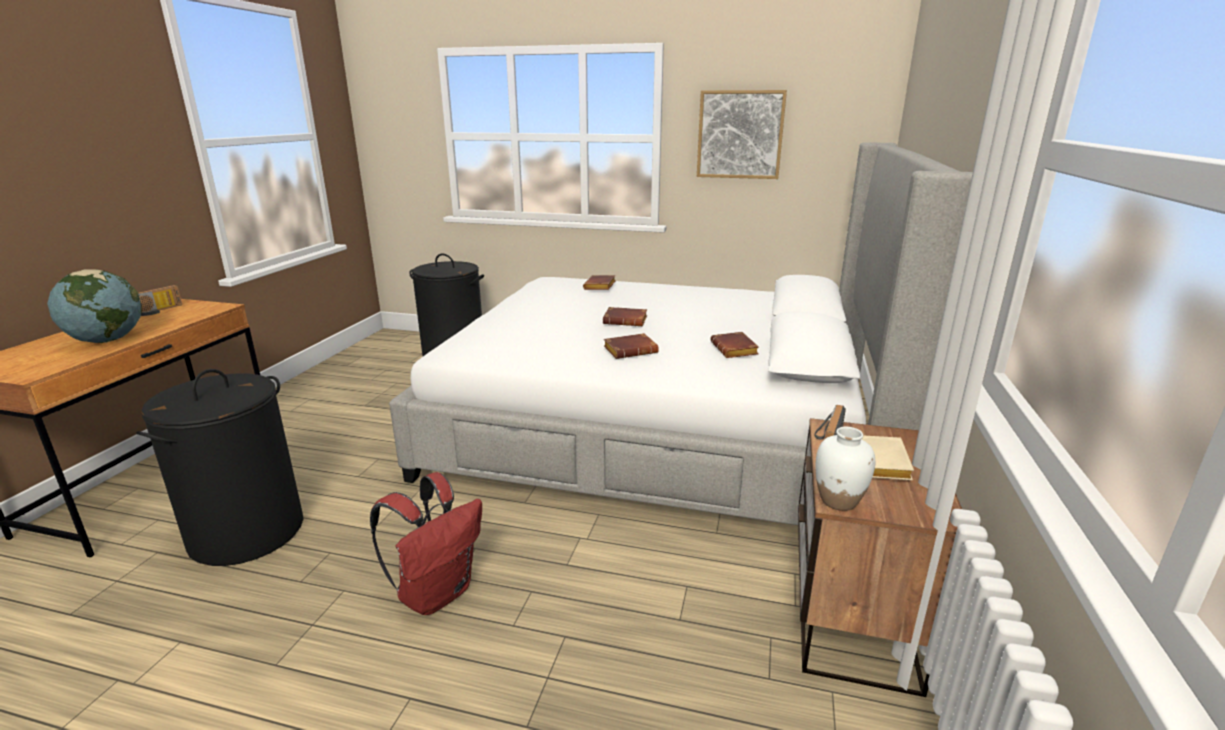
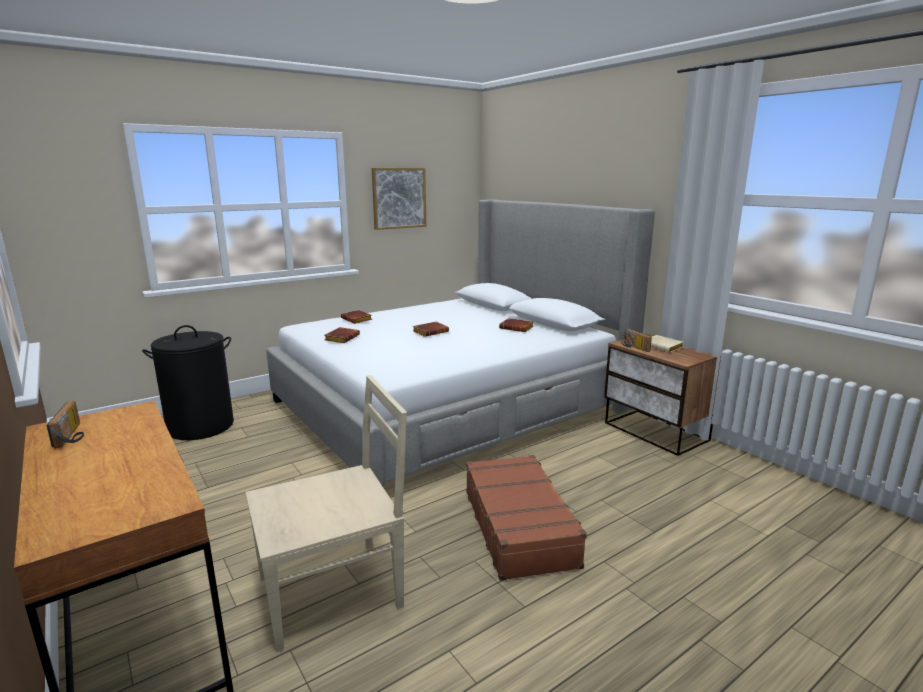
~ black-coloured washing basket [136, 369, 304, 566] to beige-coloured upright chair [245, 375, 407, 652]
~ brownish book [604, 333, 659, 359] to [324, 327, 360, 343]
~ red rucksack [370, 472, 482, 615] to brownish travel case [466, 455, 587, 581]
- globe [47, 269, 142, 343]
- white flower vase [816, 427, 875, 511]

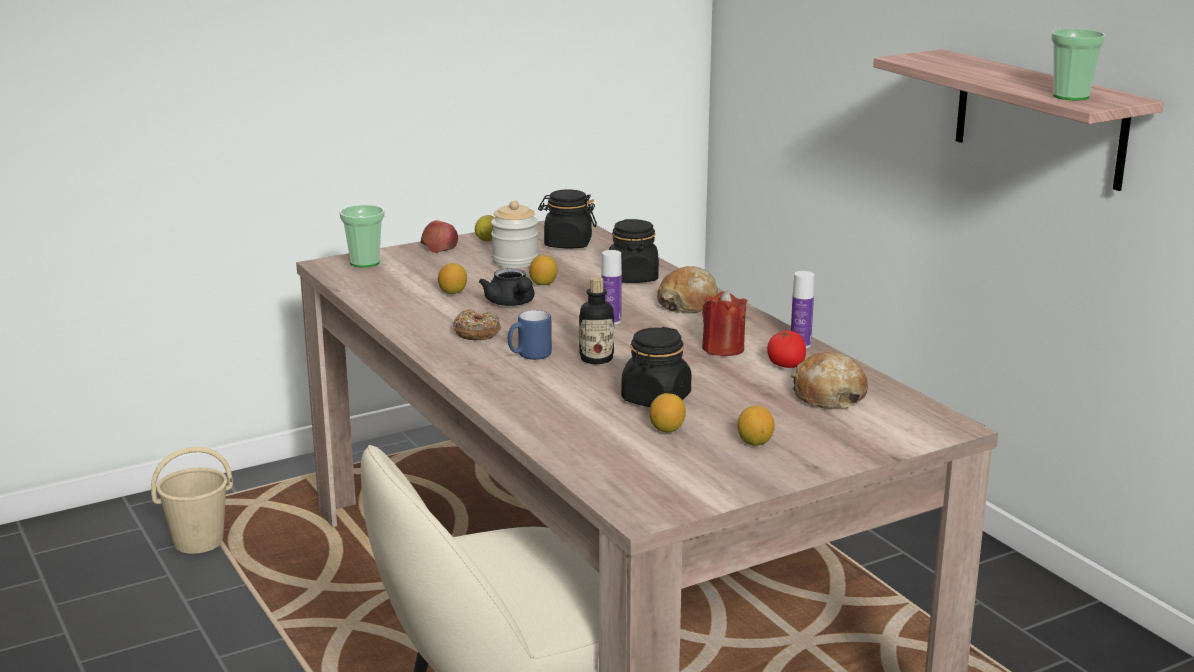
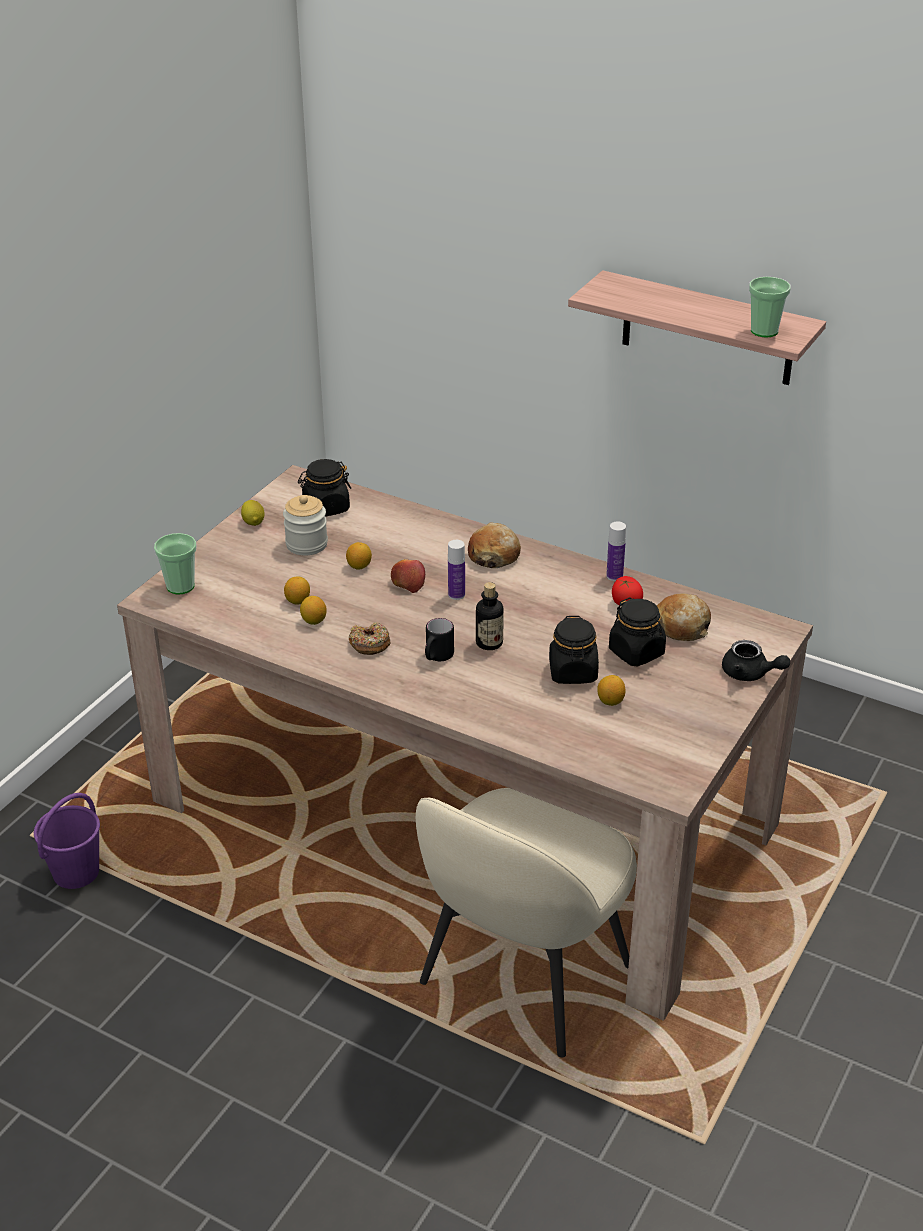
~ beige-coloured pail [151, 447, 233, 554] to purple-coloured pail [34, 793, 100, 889]
~ citrus fruit [737, 406, 774, 446] to [300, 596, 327, 625]
~ whole apple [421, 220, 458, 253] to [391, 559, 425, 593]
~ bluish mug [508, 310, 552, 360] to black-coloured mug [425, 618, 454, 661]
~ black-coloured preserve jar [609, 219, 659, 283] to [609, 597, 666, 667]
~ black-coloured pot for tea [479, 268, 534, 306] to [722, 640, 790, 681]
- red candle [702, 290, 747, 356]

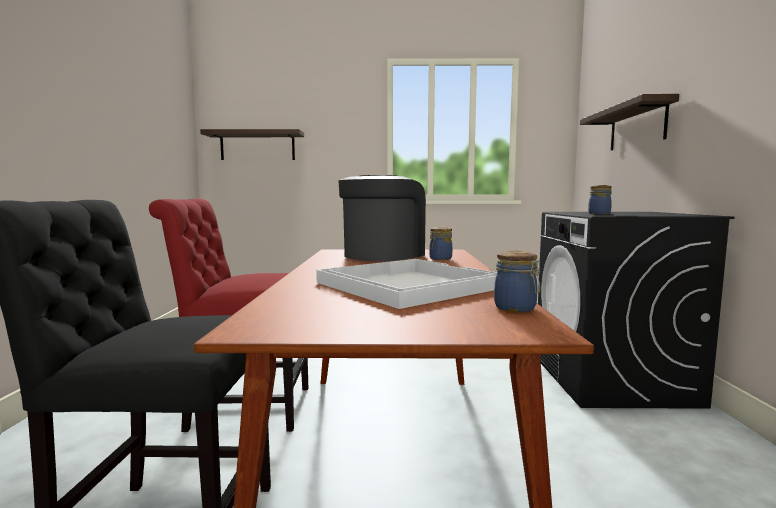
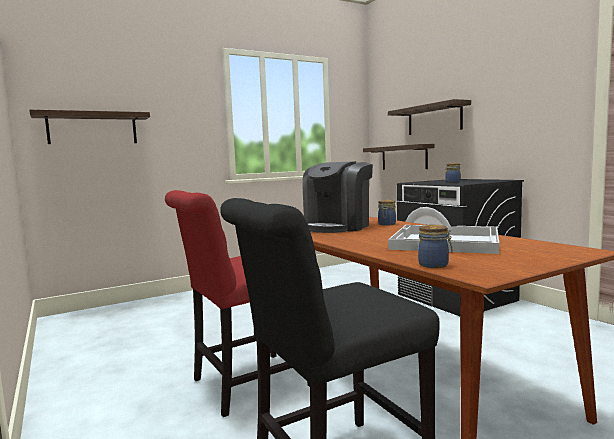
~ coffee maker [338, 175, 426, 261] = [302, 161, 373, 233] 150 degrees counterclockwise
+ shelf [363, 144, 434, 170]
~ preserve jar [494, 251, 540, 312] to [418, 224, 452, 268]

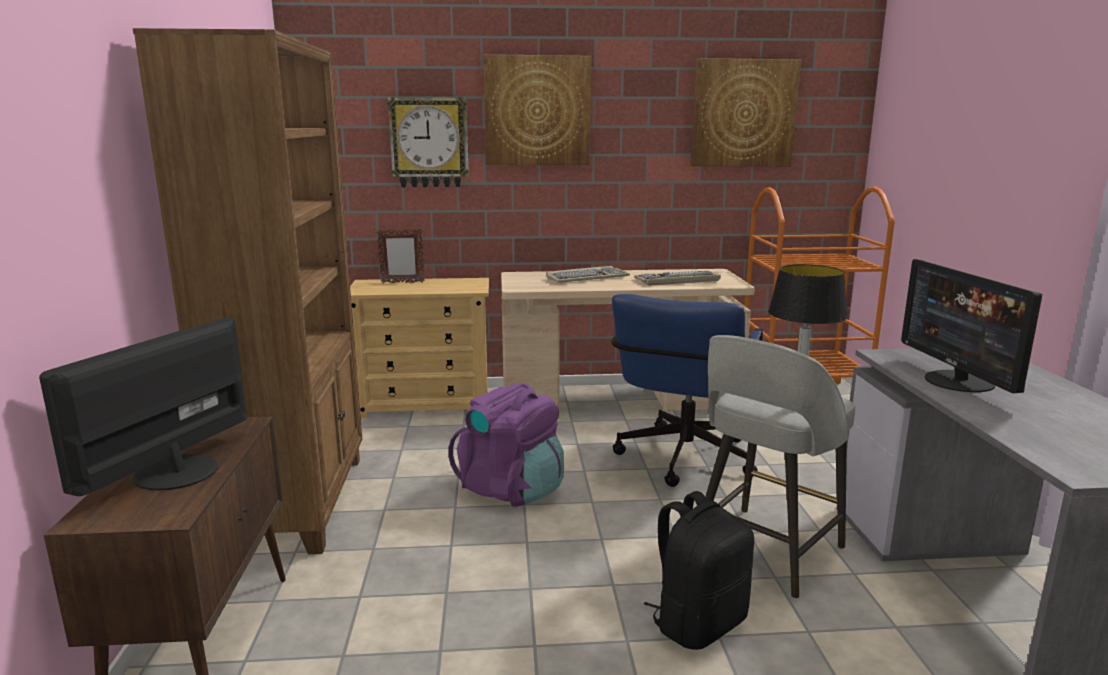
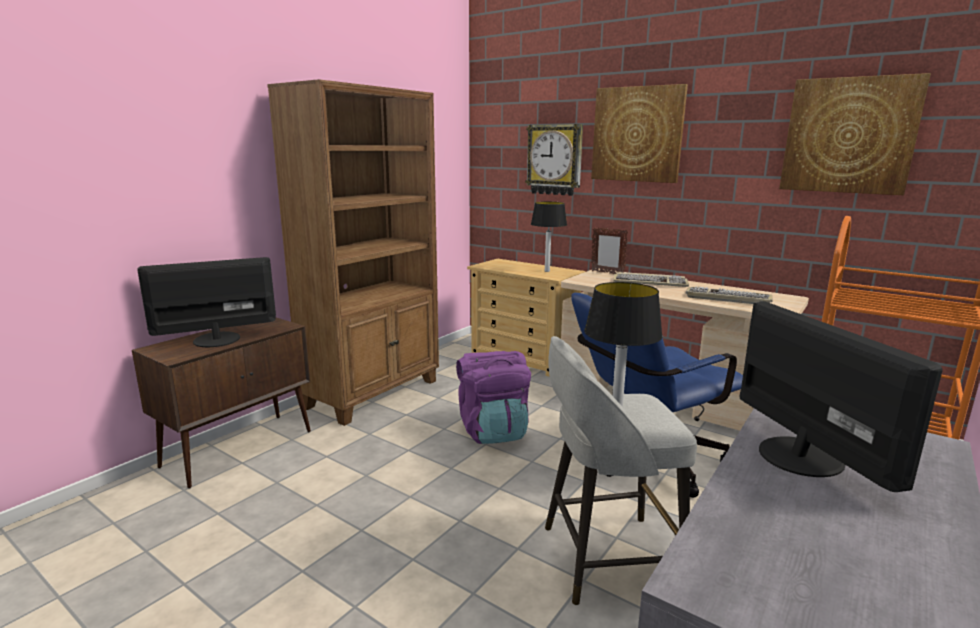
+ table lamp [531, 201, 567, 272]
~ photo frame [376, 228, 425, 283] to [591, 227, 628, 274]
~ computer display [901, 259, 1042, 393] = [740, 301, 943, 492] 135 degrees clockwise
- black-coloured rucksack [644, 491, 754, 650]

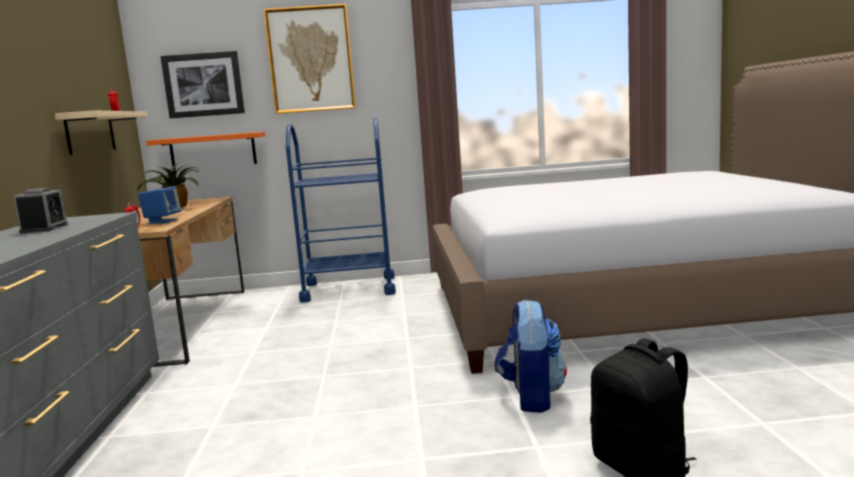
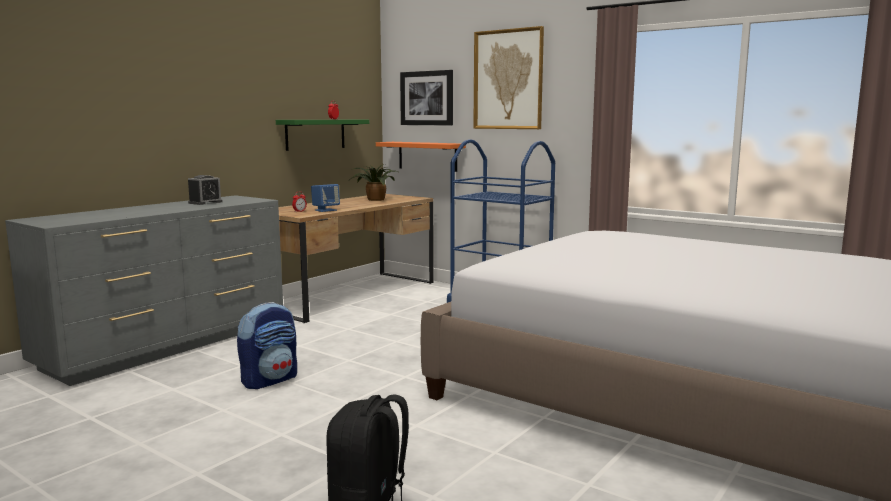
~ rucksack [495, 299, 567, 413] to [237, 302, 297, 389]
~ beige-coloured shelf [55, 110, 148, 155] to green-coloured shelf [276, 120, 369, 151]

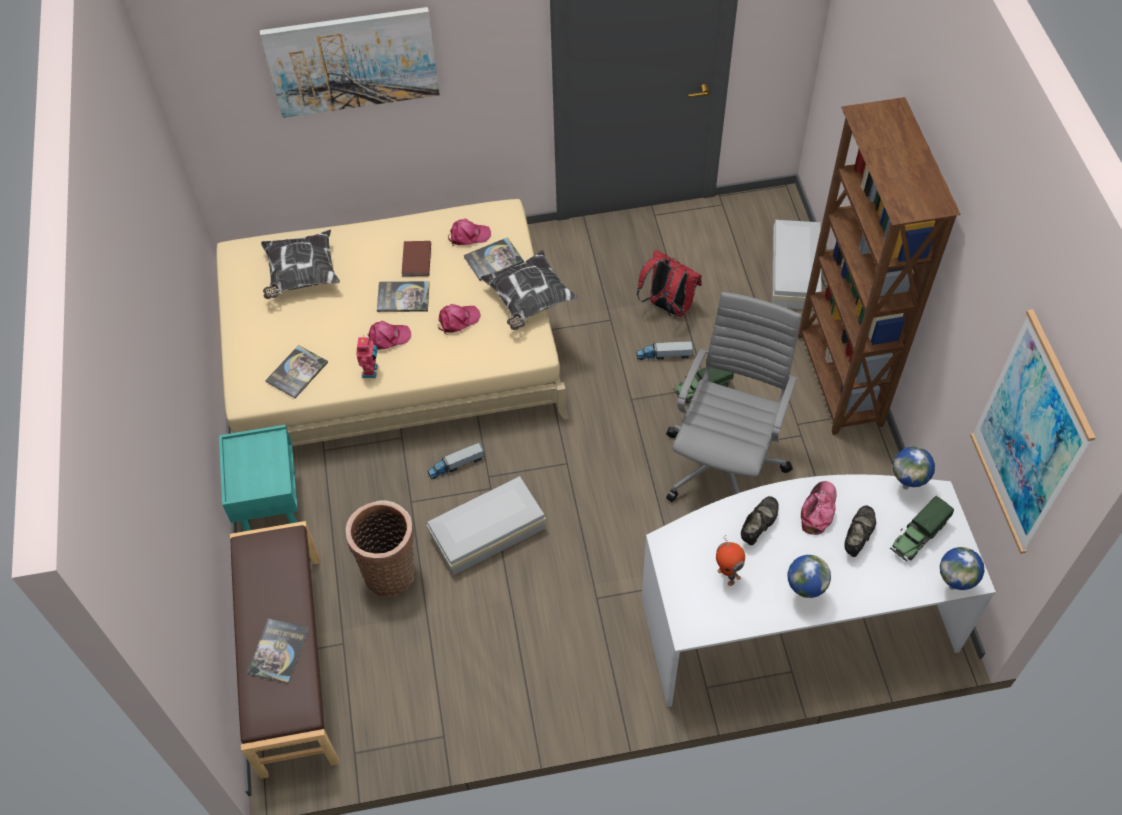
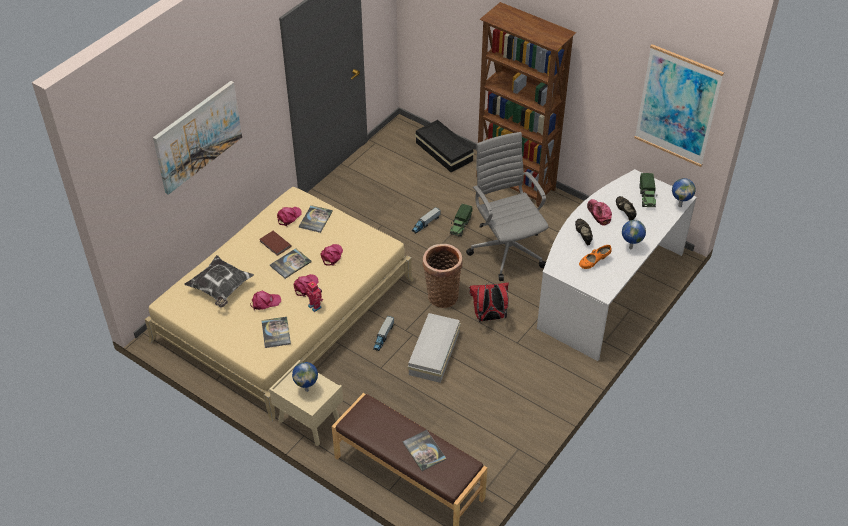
+ pink baseball cap [251, 290, 281, 311]
~ turquoise night table [219, 425, 298, 532] to beige-coloured night table [269, 360, 343, 446]
~ globe [893, 446, 935, 490] to [292, 362, 318, 392]
~ white storage bin [772, 220, 822, 310] to black-coloured storage bin [415, 120, 474, 172]
~ basket [346, 500, 414, 597] to [423, 244, 463, 308]
~ red rucksack [637, 250, 702, 317] to [469, 282, 509, 322]
~ model robot [716, 535, 745, 586] to orangey item of footwear [579, 245, 612, 269]
- cushion [480, 250, 578, 330]

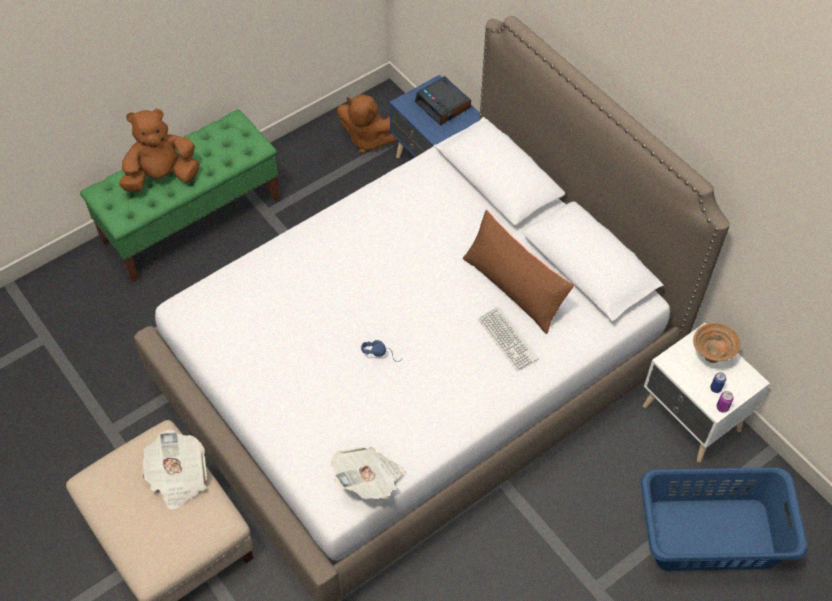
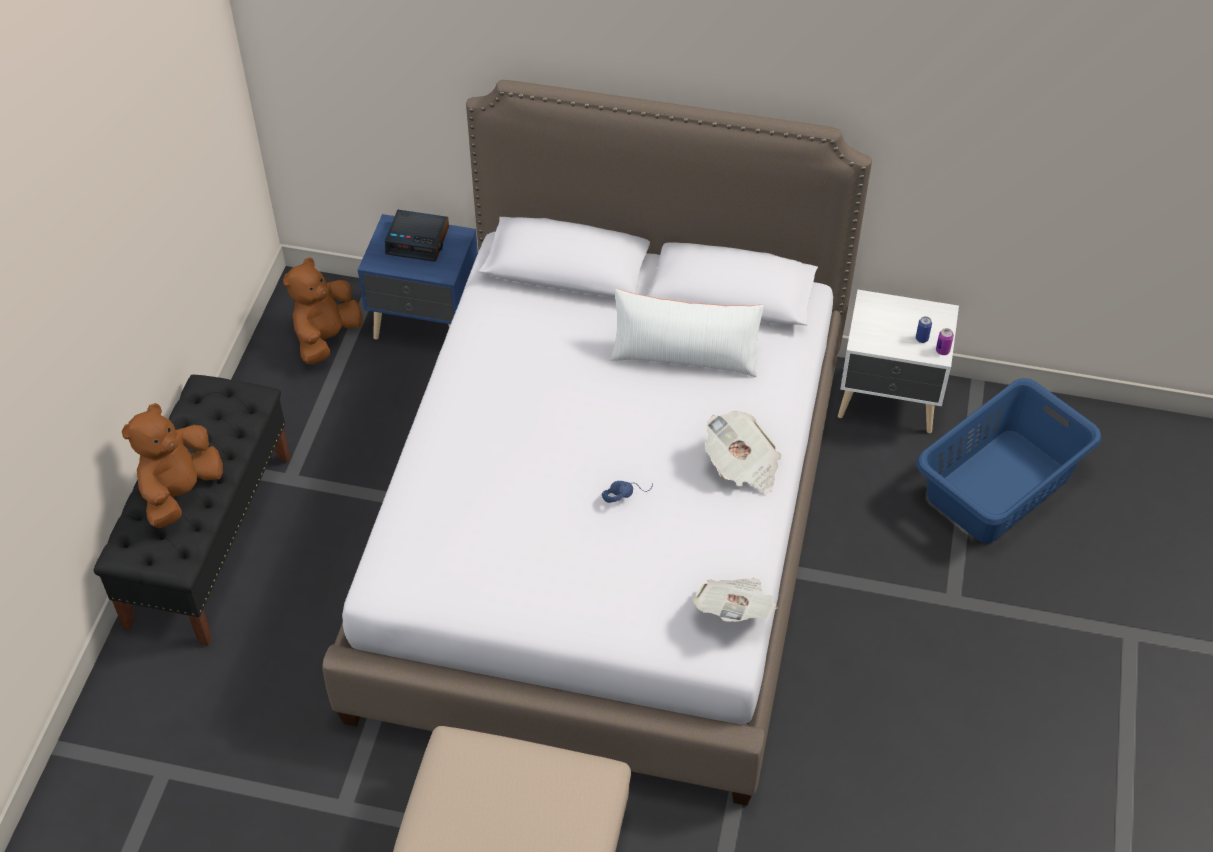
~ green-coloured long seat [80, 109, 280, 283] to black-coloured long seat [94, 375, 291, 646]
~ brownish soft toy [337, 94, 398, 153] = [283, 257, 362, 365] 135 degrees clockwise
~ brownish cushion [463, 210, 574, 334] to white cushion [610, 289, 764, 377]
~ daily paper [142, 429, 207, 510] to [705, 411, 781, 493]
- keyboard [478, 306, 539, 371]
- brownish serving bowl [693, 323, 741, 363]

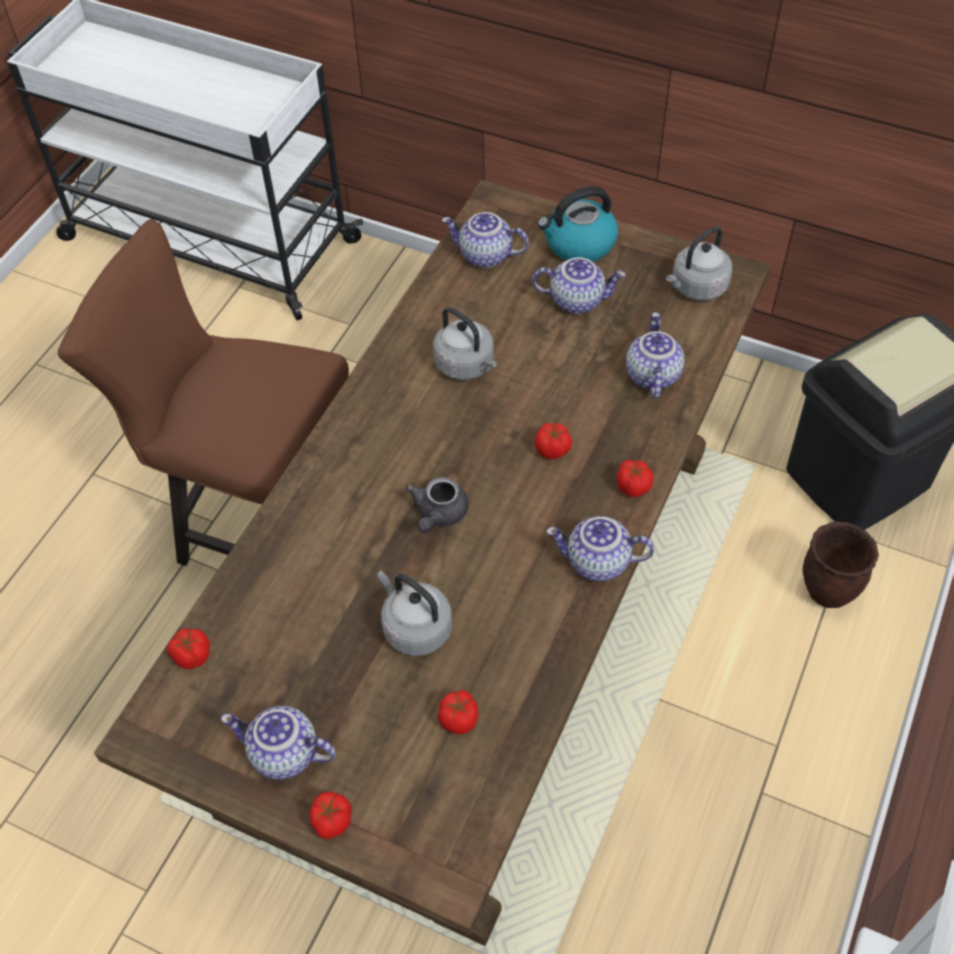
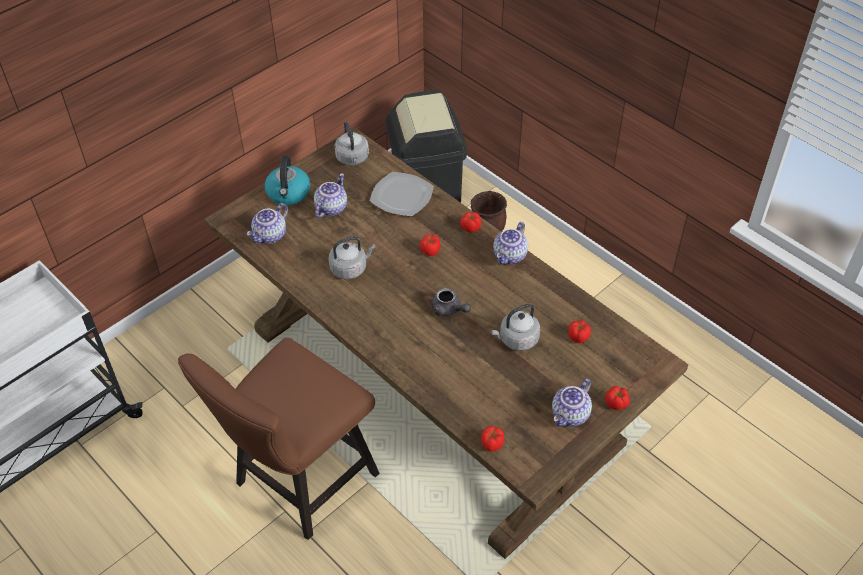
~ pot for tea [626, 312, 685, 399] to dinner plate [370, 172, 434, 216]

